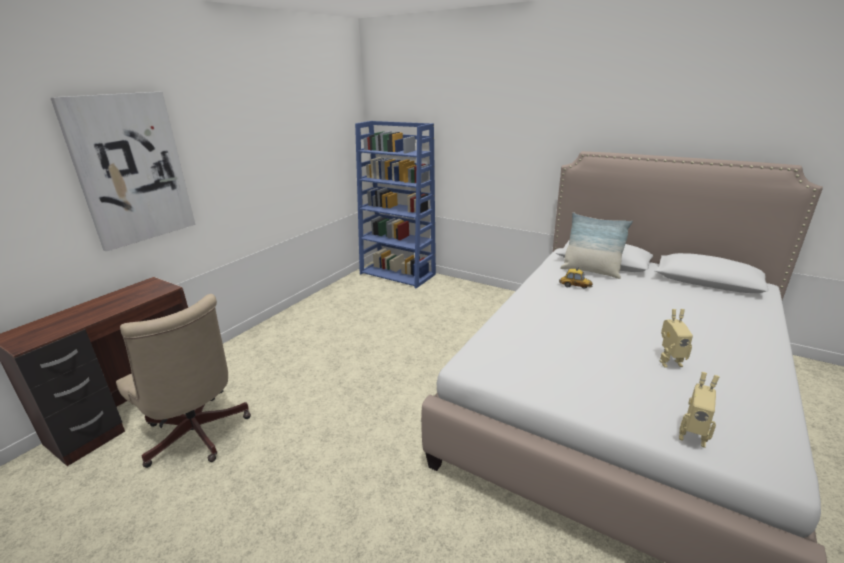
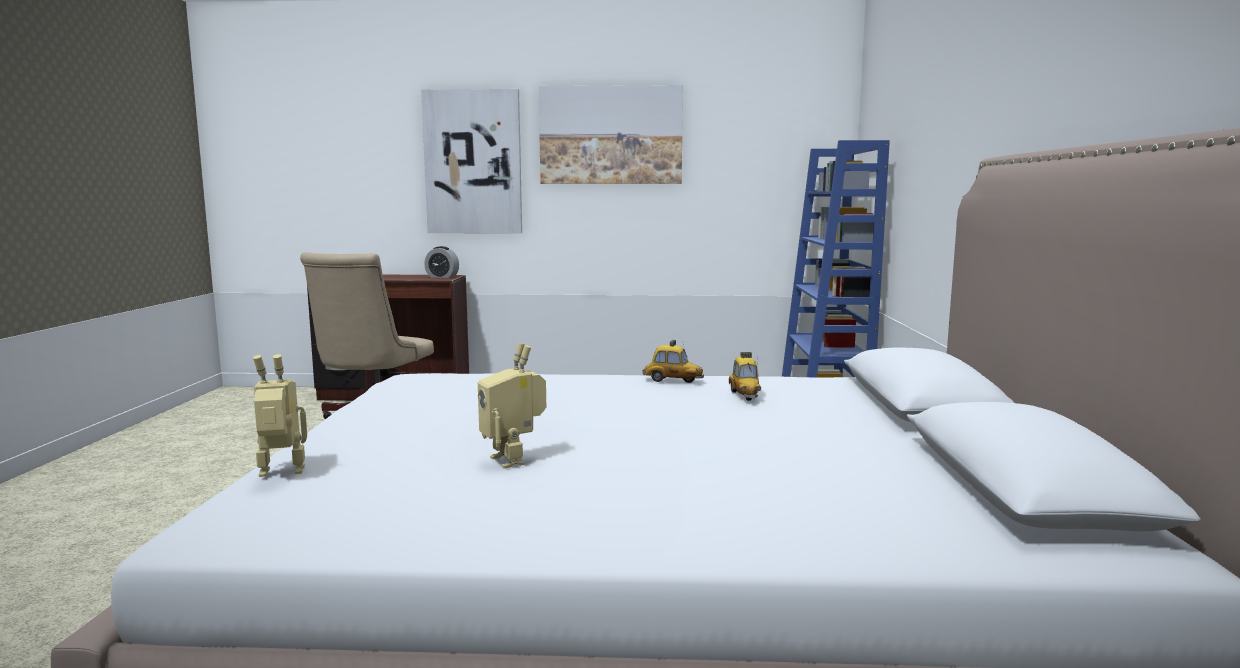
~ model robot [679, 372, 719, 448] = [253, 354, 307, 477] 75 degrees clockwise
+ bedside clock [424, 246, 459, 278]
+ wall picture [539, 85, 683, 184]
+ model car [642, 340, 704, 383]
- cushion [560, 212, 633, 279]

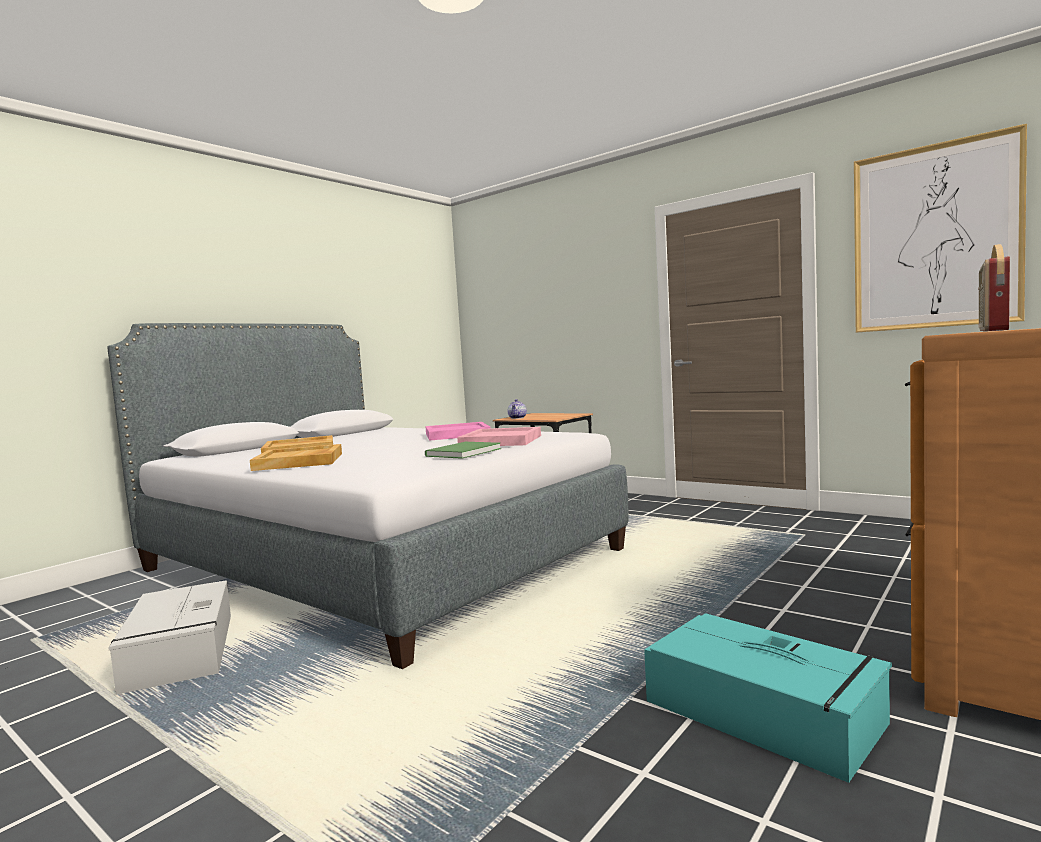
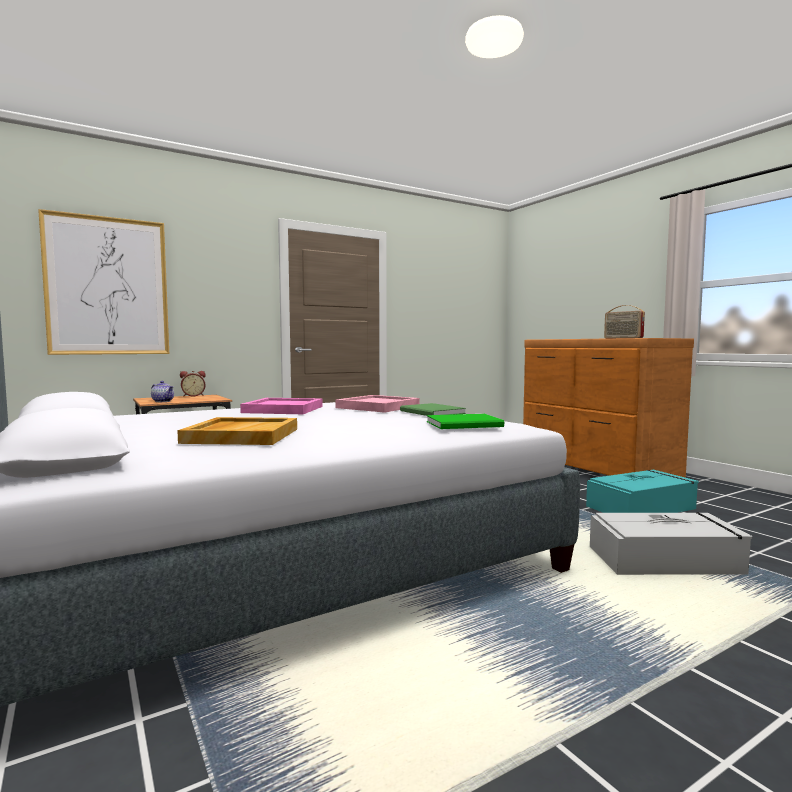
~ wall picture [854, 124, 1027, 333] to [38, 209, 169, 355]
+ bedside clock [180, 371, 206, 397]
+ green-coloured book [427, 414, 504, 429]
~ grey storage bin [108, 580, 231, 695] to [590, 512, 753, 575]
- beige-coloured serving tray [250, 444, 342, 471]

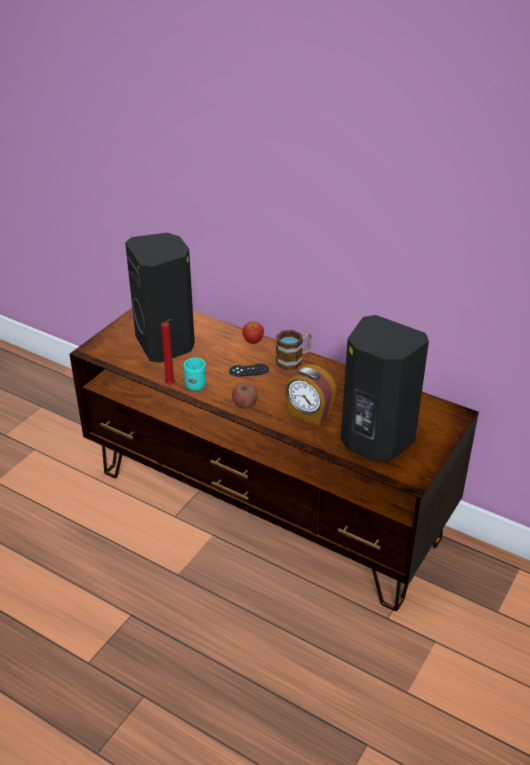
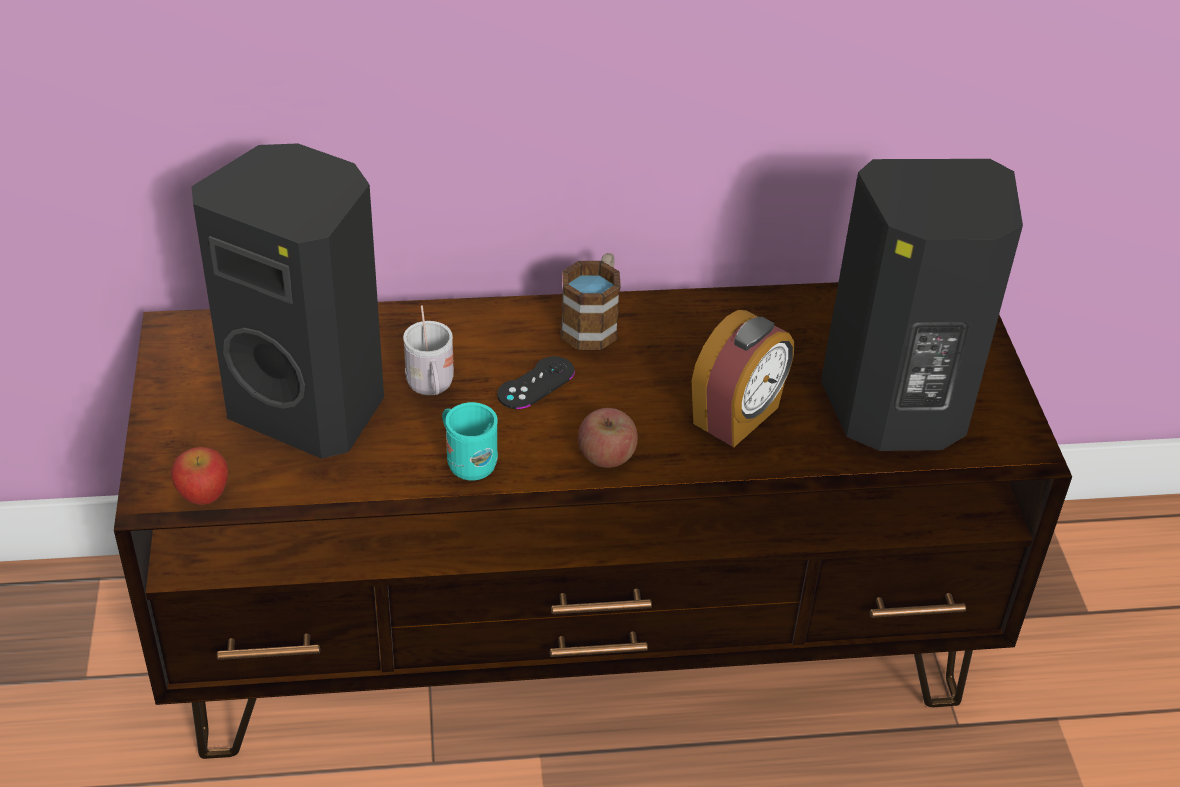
~ whole apple [242, 322, 264, 344] to [171, 447, 228, 505]
+ white mug [403, 305, 454, 395]
~ bedside clock [285, 364, 337, 426] = [692, 310, 794, 447] 45 degrees counterclockwise
- red candle [161, 319, 175, 385]

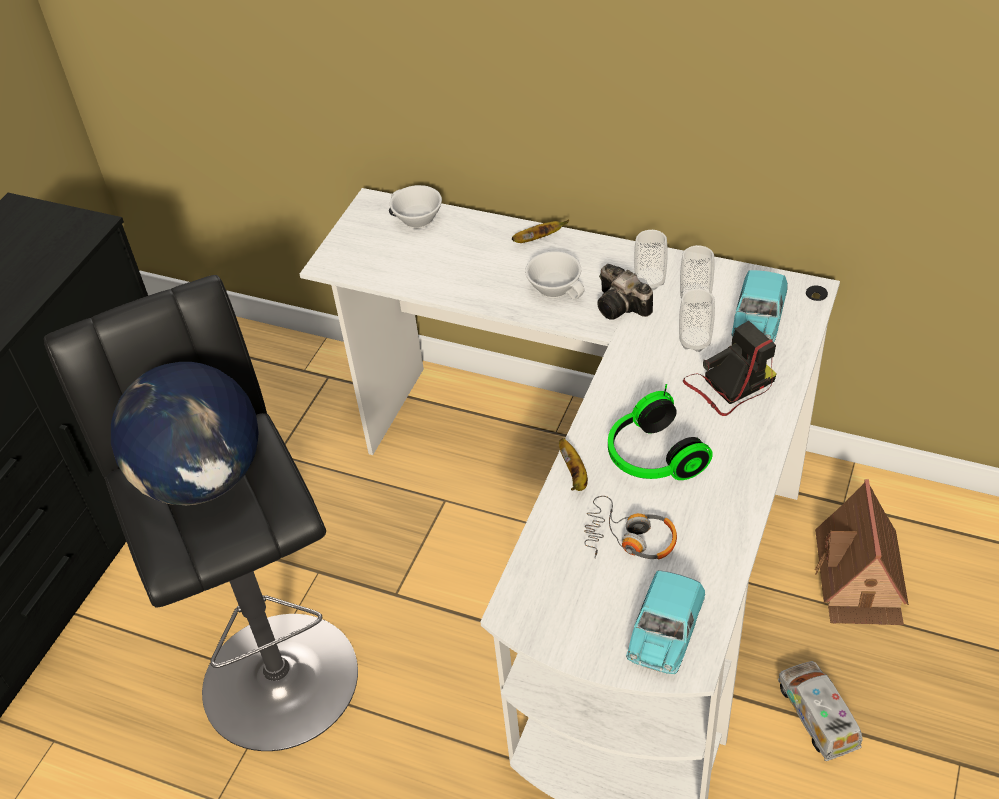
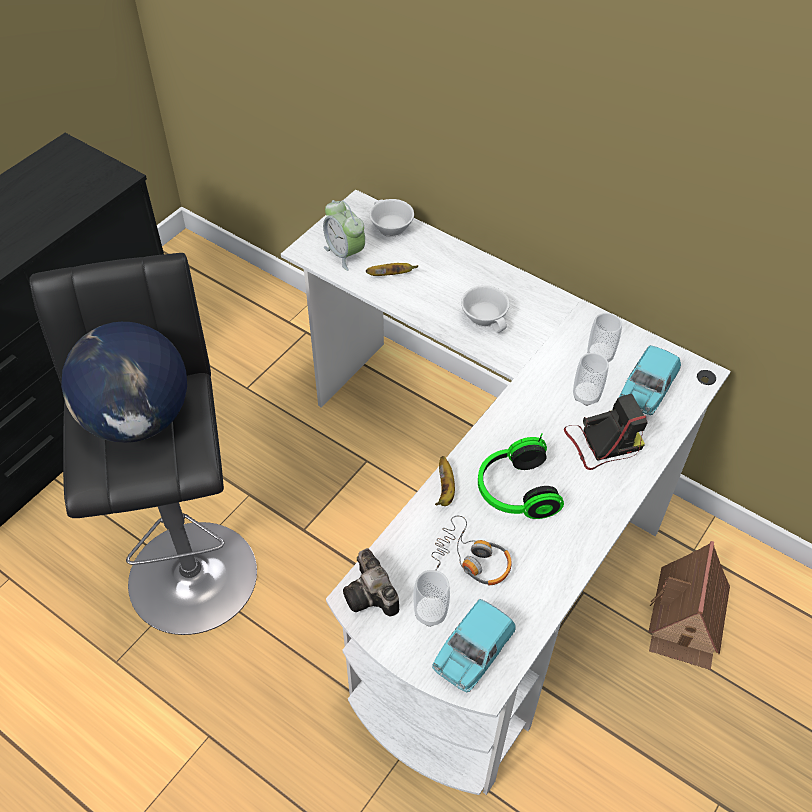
+ bedside clock [323, 200, 365, 271]
~ photo camera [597, 264, 653, 320] to [343, 548, 399, 617]
~ banana fruit [512, 220, 569, 243] to [366, 263, 418, 276]
~ small cup [634, 230, 668, 291] to [413, 570, 450, 627]
- toy truck [778, 661, 863, 761]

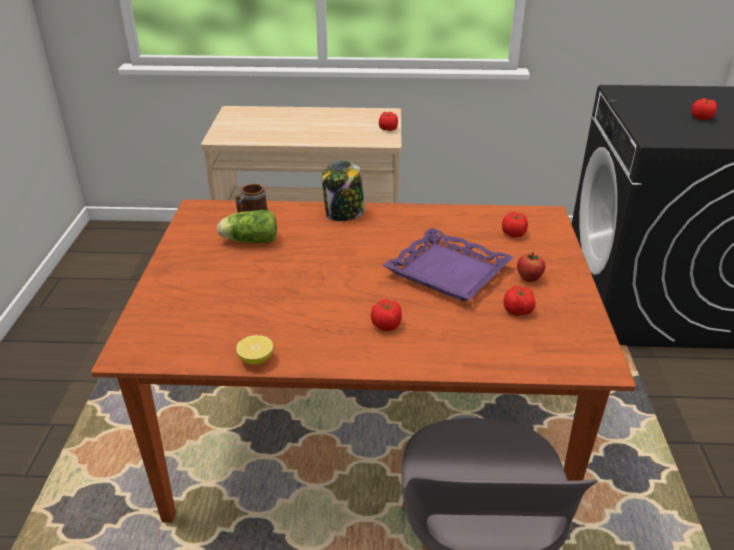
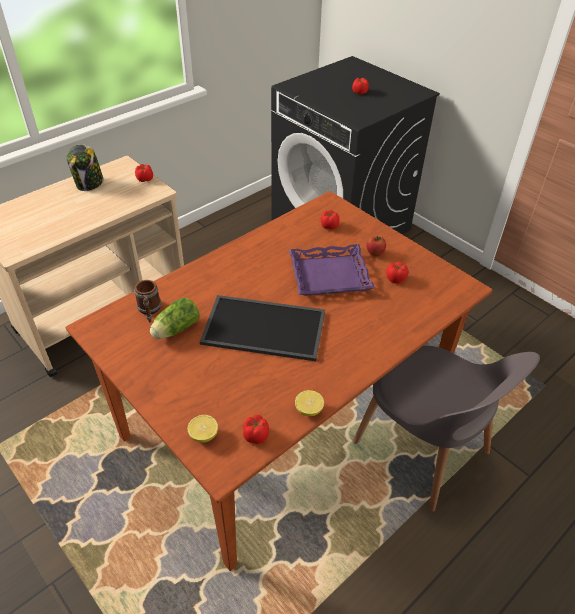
~ preserve jar [322, 160, 365, 221] to [66, 144, 103, 191]
+ citrus fruit [187, 415, 218, 443]
+ serving tray [200, 295, 325, 361]
~ whole tomato [371, 299, 402, 331] to [243, 415, 269, 444]

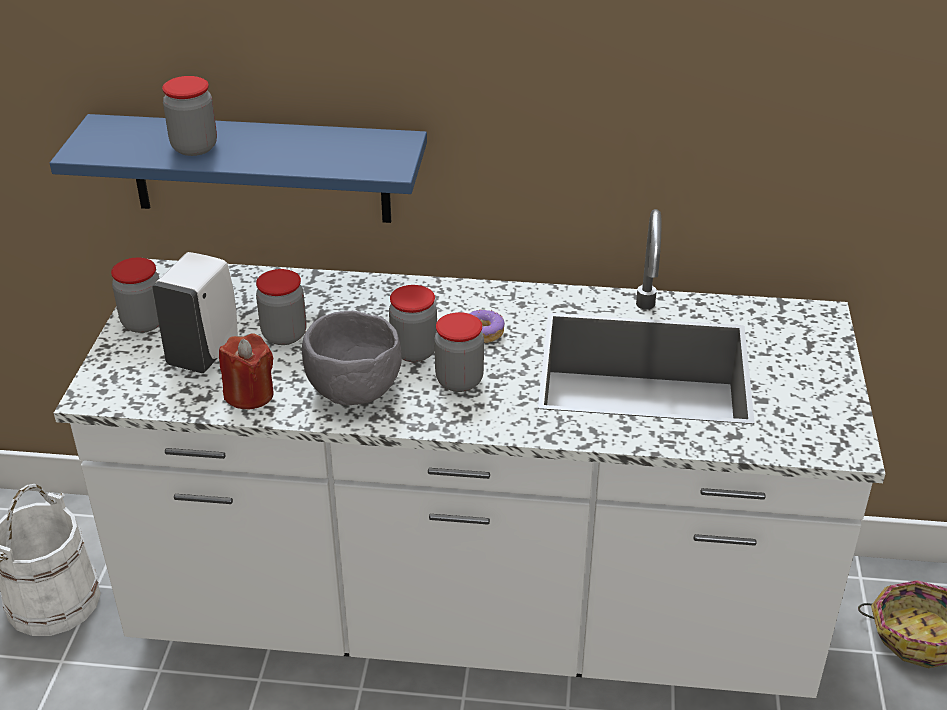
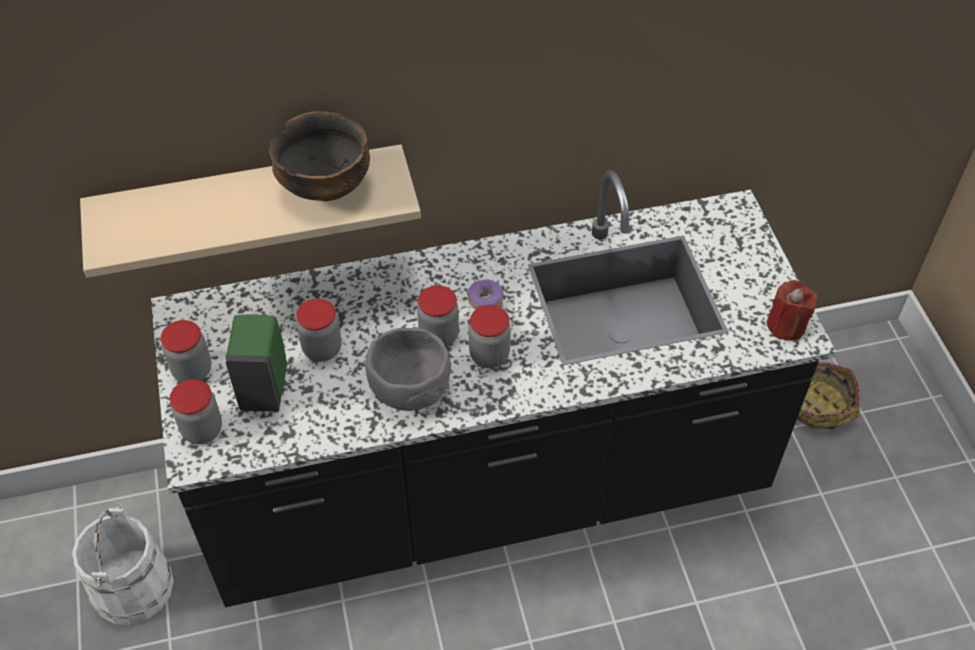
~ bluish shelf [50, 114, 427, 223] to beige-coloured shelf [80, 145, 421, 278]
~ white kitchen counter [54, 209, 885, 698] to black-coloured kitchen counter [151, 170, 836, 607]
~ preserve jar [162, 76, 217, 156] to [170, 379, 222, 444]
~ white soap bottle [152, 252, 238, 373] to green-coloured soap bottle [226, 315, 287, 412]
+ serving bowl [269, 111, 370, 201]
~ red candle [219, 333, 274, 409] to [767, 280, 817, 341]

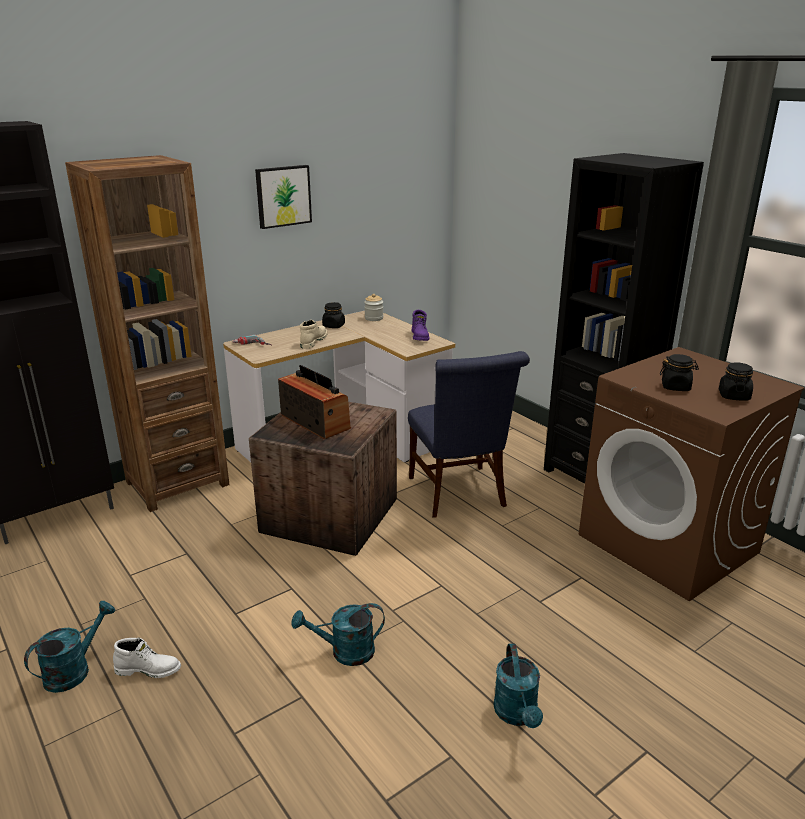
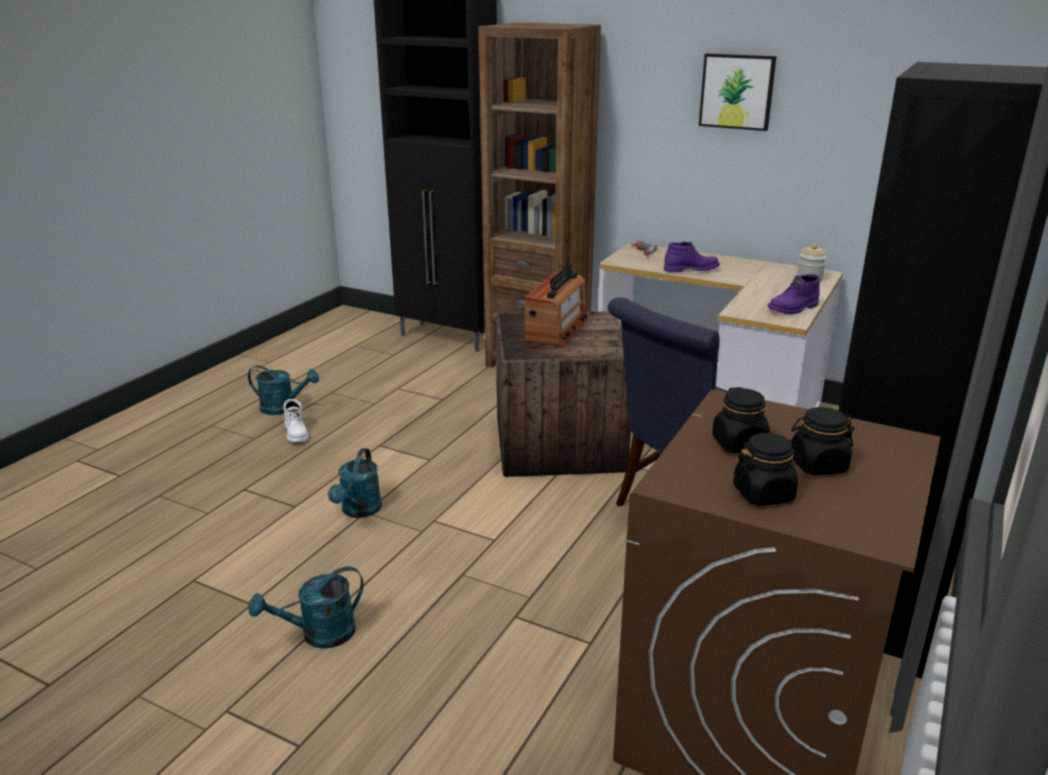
~ turquoise watering can [291, 603, 385, 666] = [328, 448, 382, 518] 135 degrees counterclockwise
~ beige-coloured boot [300, 320, 327, 349] to purple-coloured boot [664, 242, 720, 272]
~ black-coloured preserve jar [322, 302, 345, 328] to [791, 407, 855, 475]

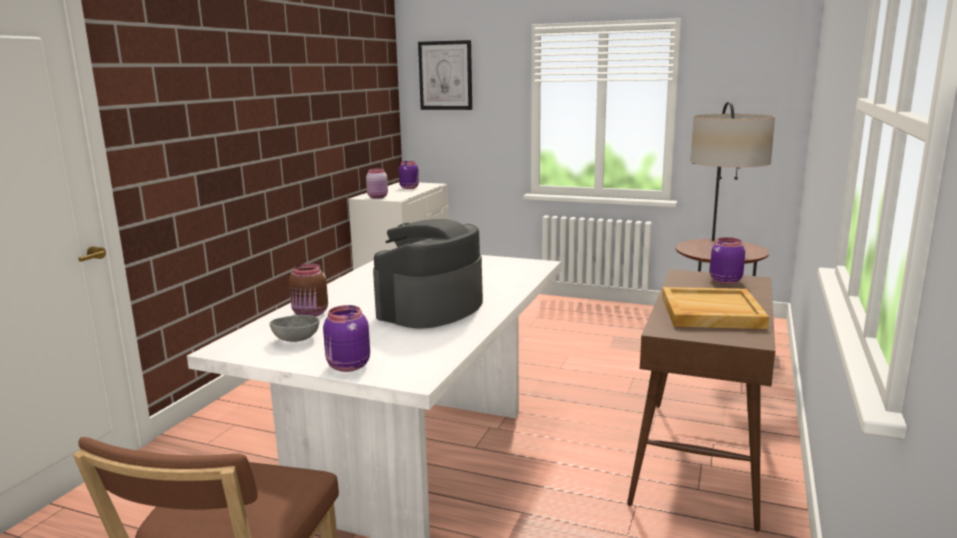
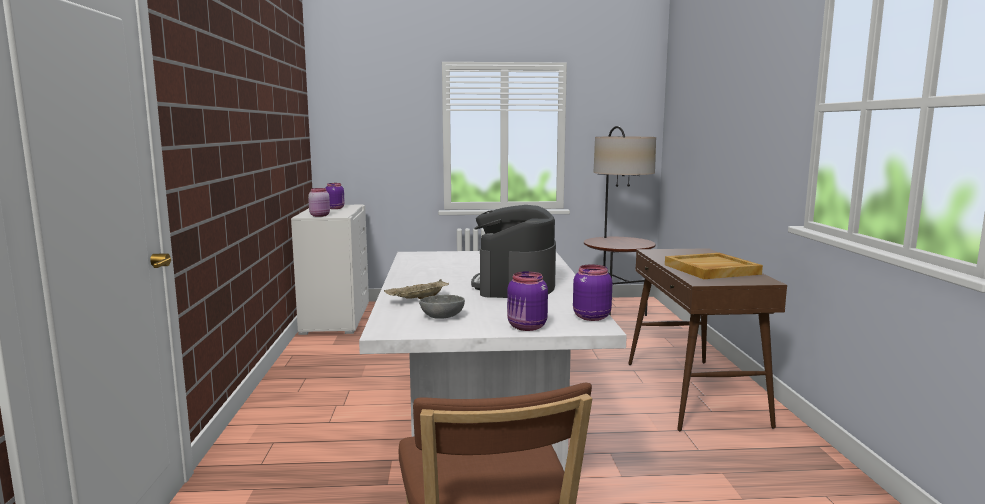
~ brownish preserve jar [289, 264, 328, 317] to beige-coloured serving tray [384, 279, 449, 299]
~ purple-coloured preserve jar [710, 237, 745, 284] to [573, 264, 612, 321]
- wall picture [418, 40, 472, 110]

